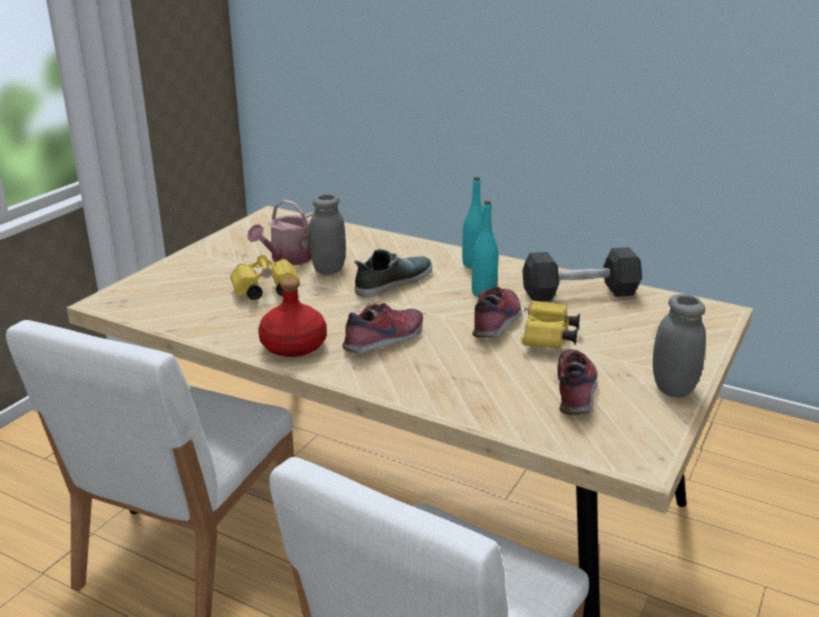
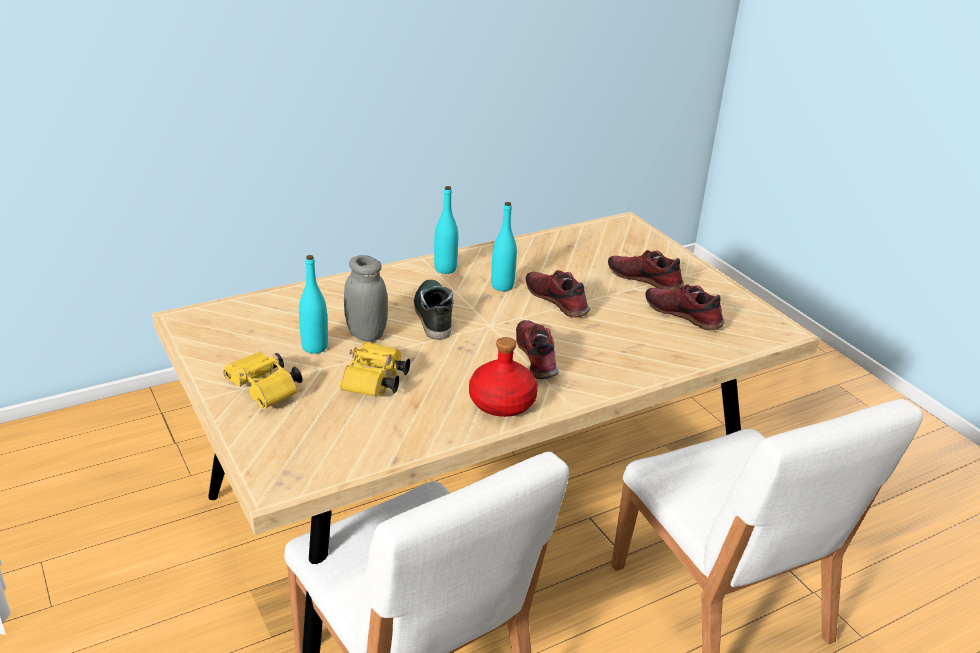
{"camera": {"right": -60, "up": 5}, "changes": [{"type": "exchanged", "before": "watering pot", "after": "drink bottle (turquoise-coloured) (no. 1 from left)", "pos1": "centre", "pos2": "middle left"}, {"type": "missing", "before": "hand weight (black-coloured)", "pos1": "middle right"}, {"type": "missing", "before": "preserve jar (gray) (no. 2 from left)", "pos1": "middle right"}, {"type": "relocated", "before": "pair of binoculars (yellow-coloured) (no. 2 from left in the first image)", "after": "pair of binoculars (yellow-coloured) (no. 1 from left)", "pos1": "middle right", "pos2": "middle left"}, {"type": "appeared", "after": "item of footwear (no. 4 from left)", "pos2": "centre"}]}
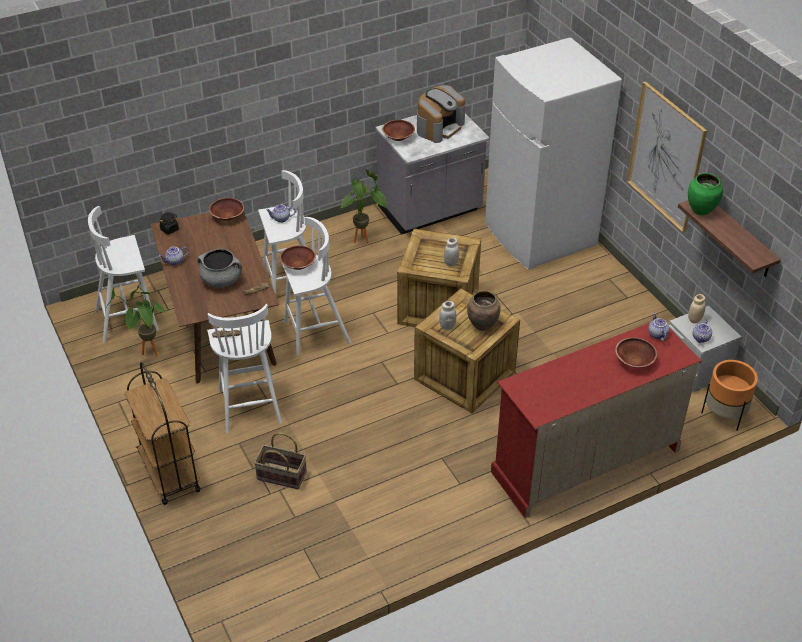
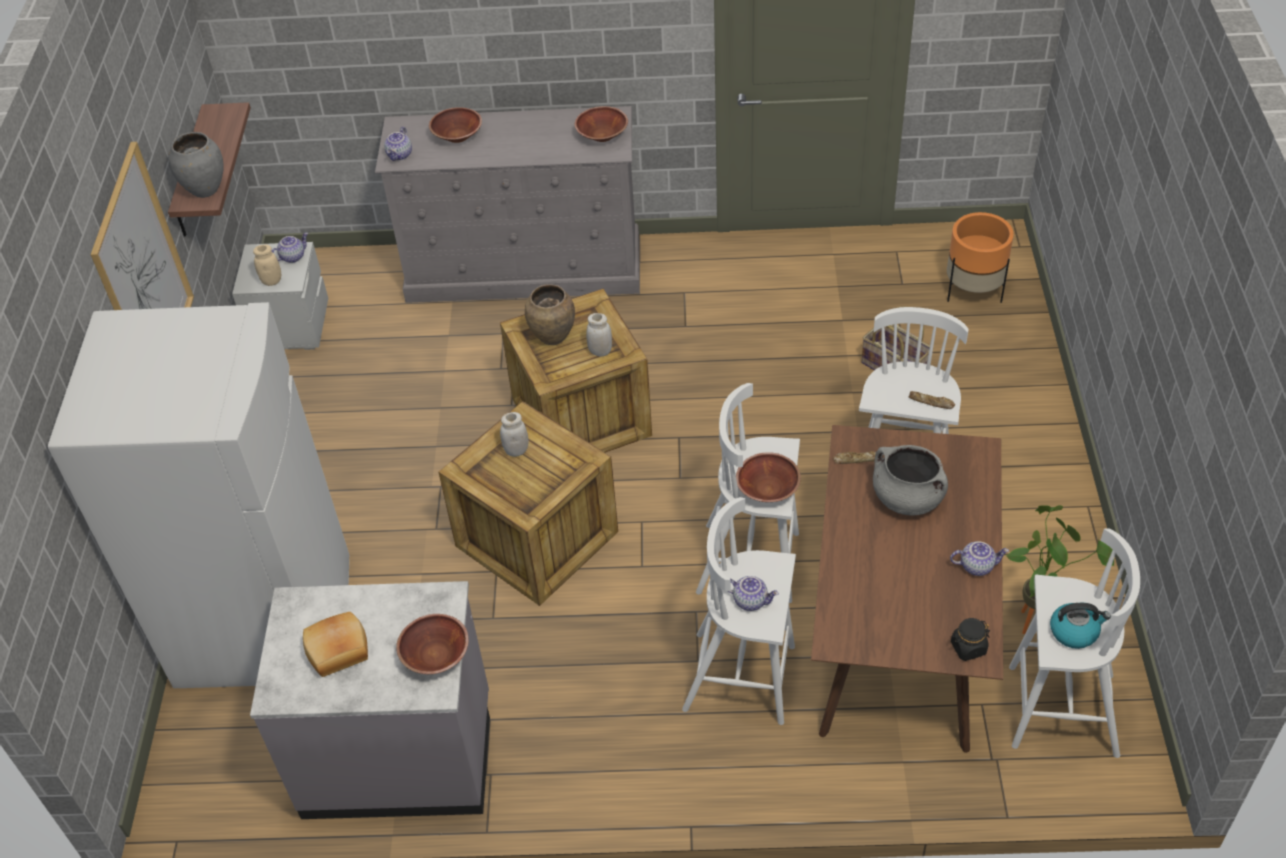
{"camera": {"right": -150, "up": 5}, "changes": [{"type": "exchanged", "before": "coffee machine", "after": "bread (no. 1 from left)", "pos1": "top centre", "pos2": "bottom left"}, {"type": "missing", "before": "plant in a pot (no. 2 from left)", "pos1": "top centre"}, {"type": "colour", "before": "vase (green)", "after": "vase (gray)", "pos1": "top right", "pos2": "top left"}, {"type": "relocated", "before": "deep dish (brownish) (no. 1 from left in the first image)", "after": "deep dish (brownish) (no. 3 from left)", "pos1": "top left", "pos2": "top centre"}, {"type": "colour", "before": "dresser (red-coloured)", "after": "dresser (gray)", "pos1": "middle right", "pos2": "top centre"}, {"type": "relocated", "before": "flower pot (orangey)", "pos1": "middle right", "pos2": "top right"}, {"type": "missing", "before": "trolley (brownish)", "pos1": "bottom left"}, {"type": "appeared", "after": "tea kettle", "pos2": "bottom right"}]}
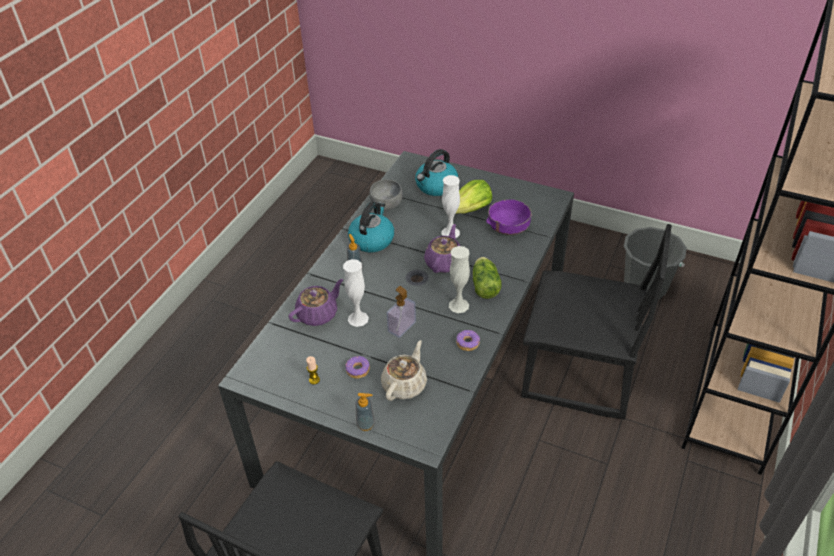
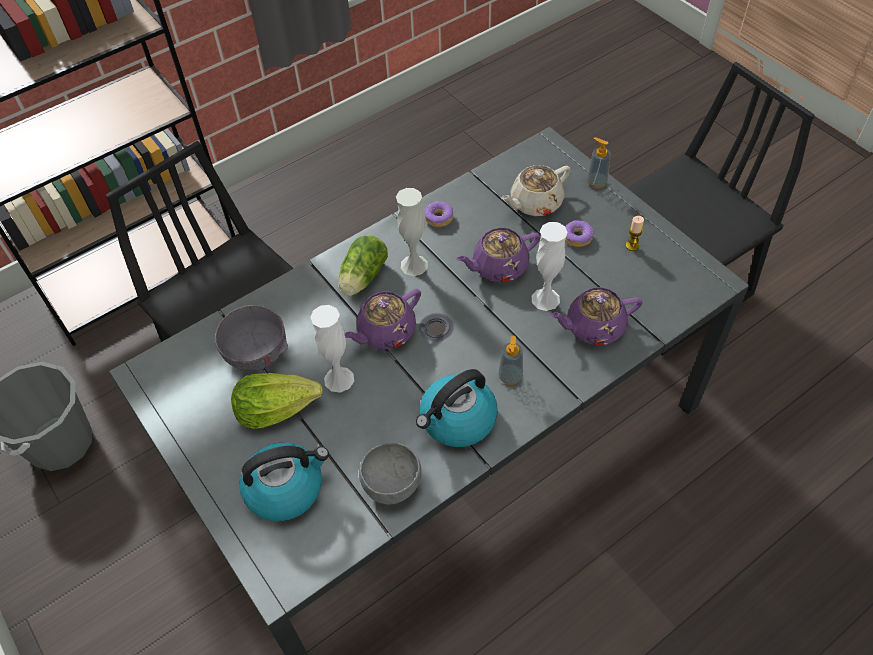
{"camera": {"right": -150, "up": 10}, "changes": [{"type": "colour", "before": "deep dish (purple)", "after": "deep dish (gray) (no. 1 from left)", "pos1": "centre", "pos2": "middle left"}, {"type": "exchanged", "before": "soap dispenser (no. 3 from left)", "after": "tea pot (purple) (no. 2 from left)", "pos1": "centre", "pos2": "centre"}]}
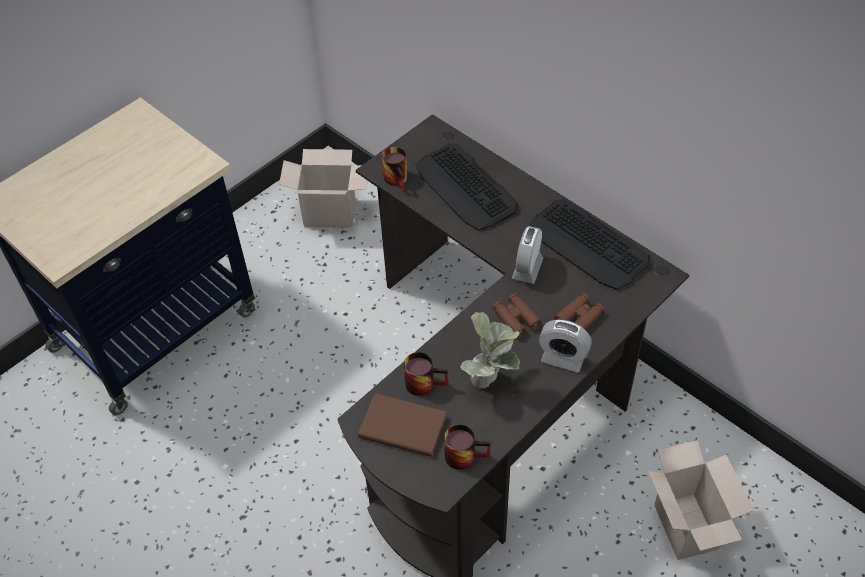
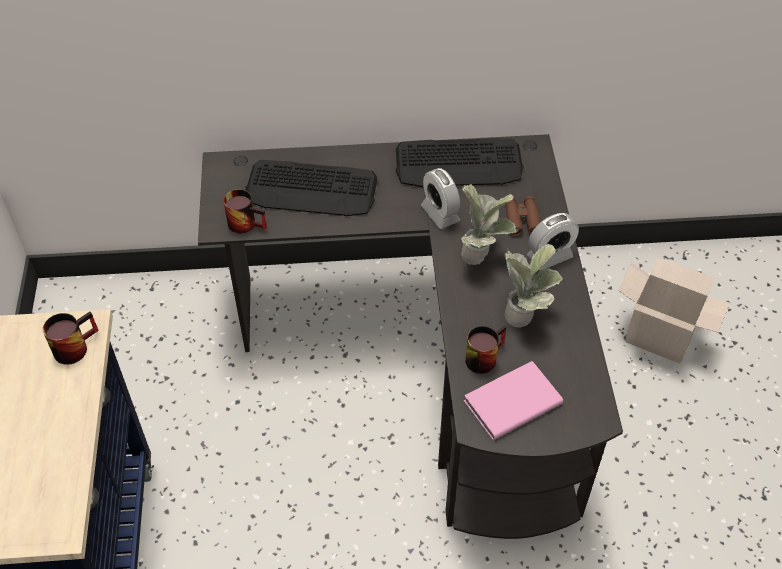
{"camera": {"right": -50, "up": 0}, "changes": [{"type": "missing", "before": "carton (no. 1 from left)", "pos1": "top centre"}, {"type": "exchanged", "before": "pair of binoculars (brownish) (no. 1 from left)", "after": "plant in a pot (no. 1 from left)", "pos1": "centre", "pos2": "centre"}, {"type": "colour", "before": "book (brownish)", "after": "book (pinkish)", "pos1": "bottom centre", "pos2": "bottom centre"}, {"type": "relocated", "before": "tea mug (no. 3 from left in the first image)", "after": "tea mug (no. 1 from left)", "pos1": "bottom centre", "pos2": "middle left"}]}
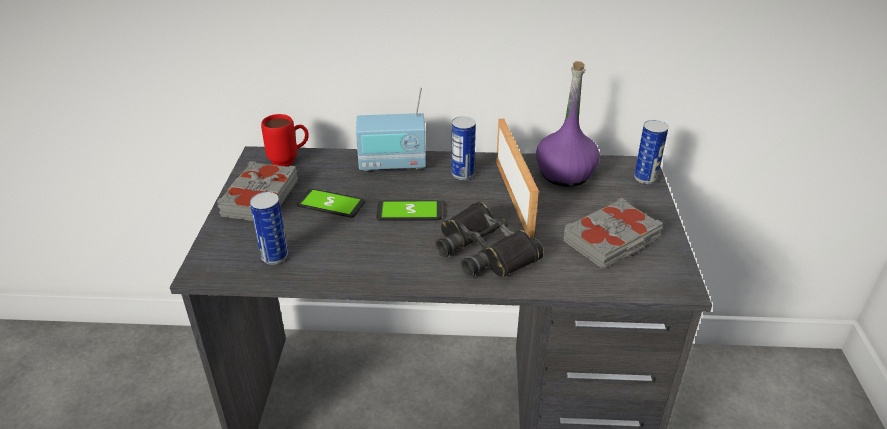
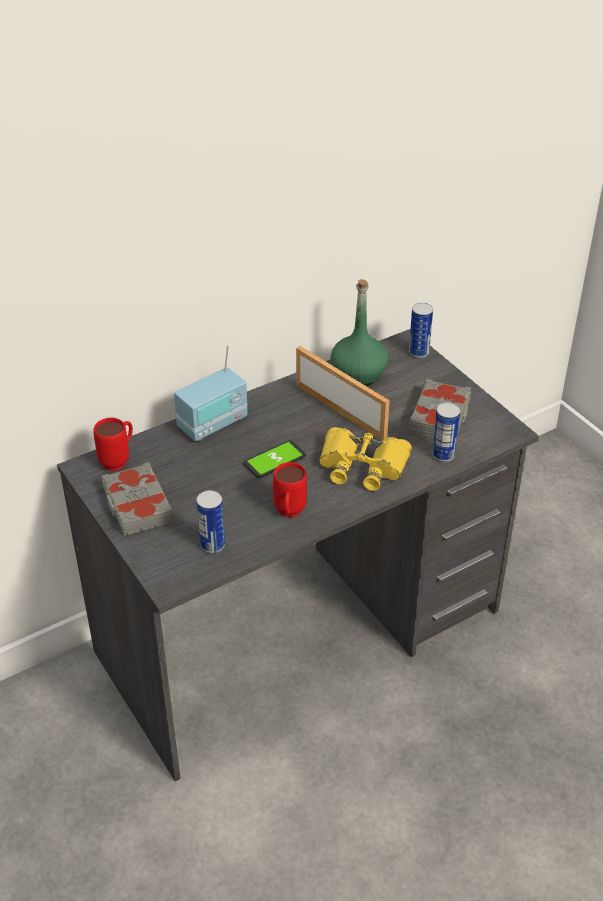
{"camera": {"right": -35, "up": 5}, "changes": [{"type": "colour", "before": "drink bottle (purple)", "after": "drink bottle (green)", "pos1": "top centre", "pos2": "centre"}, {"type": "relocated", "before": "can (no. 2 from left in the first image)", "after": "can (no. 3 from left)", "pos1": "centre", "pos2": "middle right"}, {"type": "missing", "before": "phone (no. 1 from left)", "pos1": "centre"}, {"type": "colour", "before": "pair of binoculars (black-coloured)", "after": "pair of binoculars (yellow-coloured)", "pos1": "centre", "pos2": "centre"}, {"type": "appeared", "after": "tea mug (red-coloured) (no. 2 from left)", "pos2": "centre"}]}
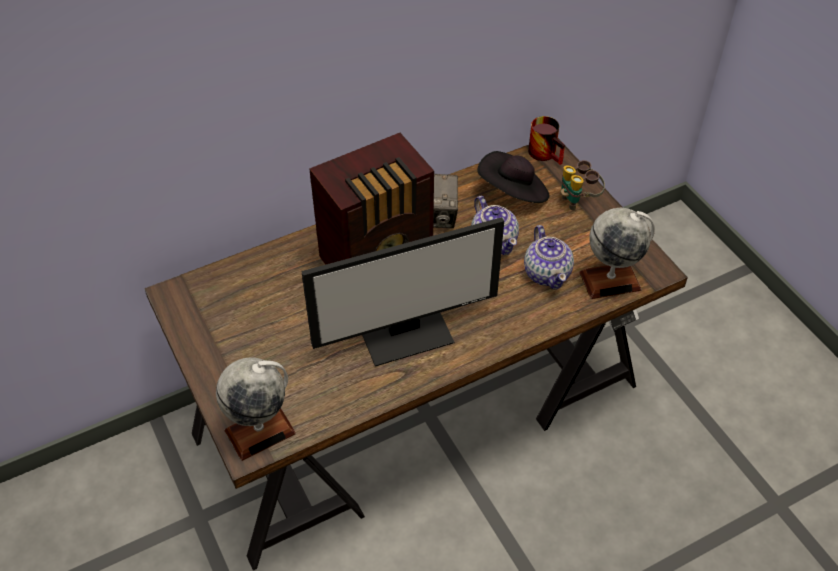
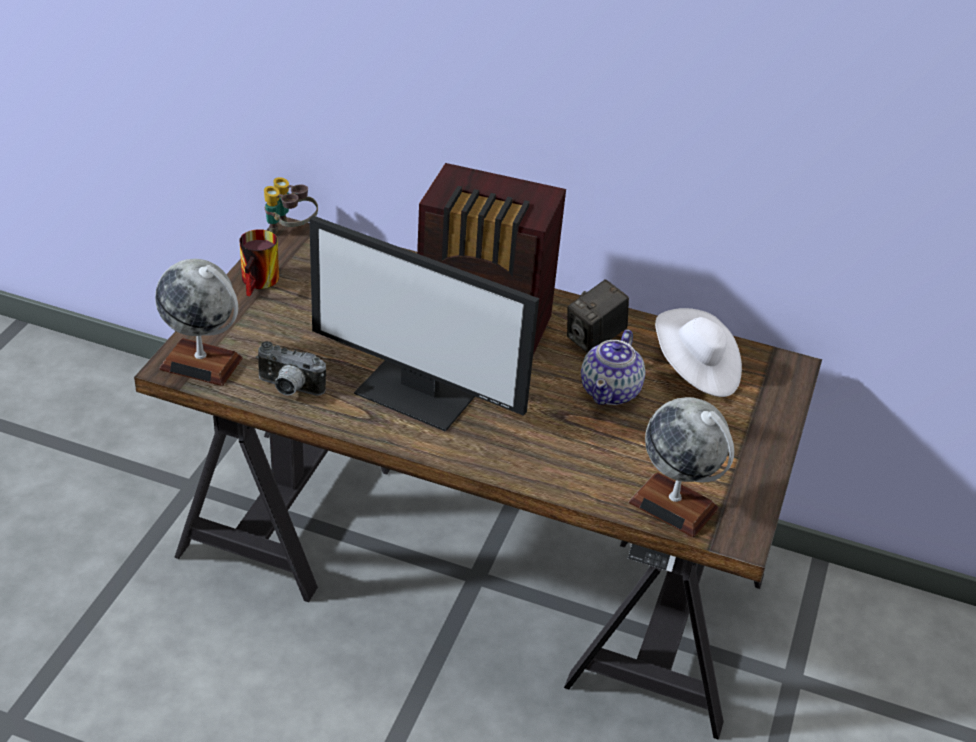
{"camera": {"right": 45, "up": -10}, "changes": [{"type": "relocated", "before": "tea mug", "pos1": "top centre", "pos2": "middle left"}, {"type": "colour", "before": "clothing hat (black-coloured)", "after": "clothing hat (whitish)", "pos1": "top centre", "pos2": "middle right"}, {"type": "relocated", "before": "pair of binoculars", "pos1": "top right", "pos2": "top left"}, {"type": "missing", "before": "tea pot (no. 2 from left)", "pos1": "centre"}, {"type": "appeared", "after": "still camera (no. 1 from left)", "pos2": "middle left"}]}
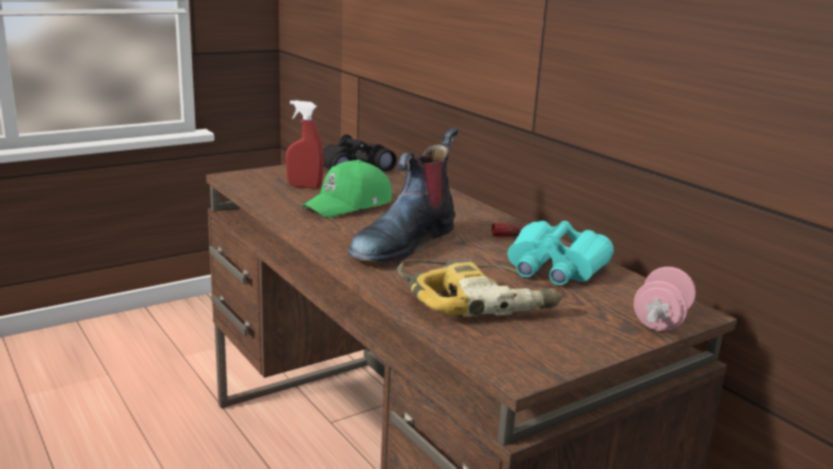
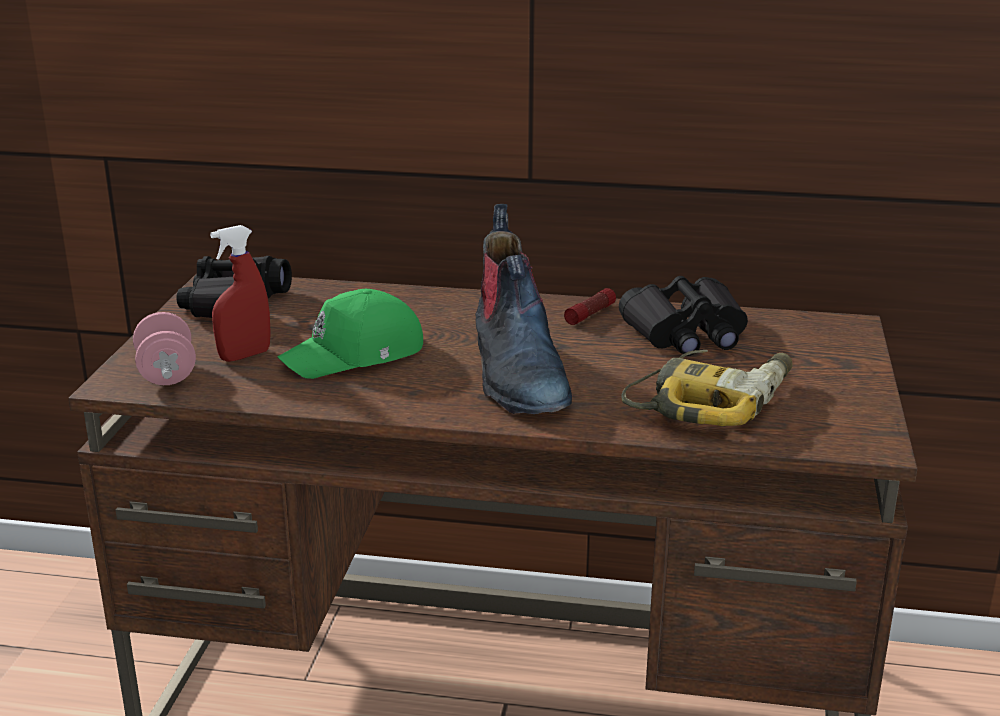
{"camera": {"right": -45, "up": 5}, "changes": [{"type": "spun", "before": "baseball cap (green)", "pos1": "centre", "pos2": "centre", "turn": 60}, {"type": "colour", "before": "pair of binoculars (turquoise-coloured)", "after": "pair of binoculars (black-coloured) (no. 2 from left)", "pos1": "middle right", "pos2": "middle right"}, {"type": "relocated", "before": "hand weight (pinkish)", "pos1": "middle right", "pos2": "middle left"}]}
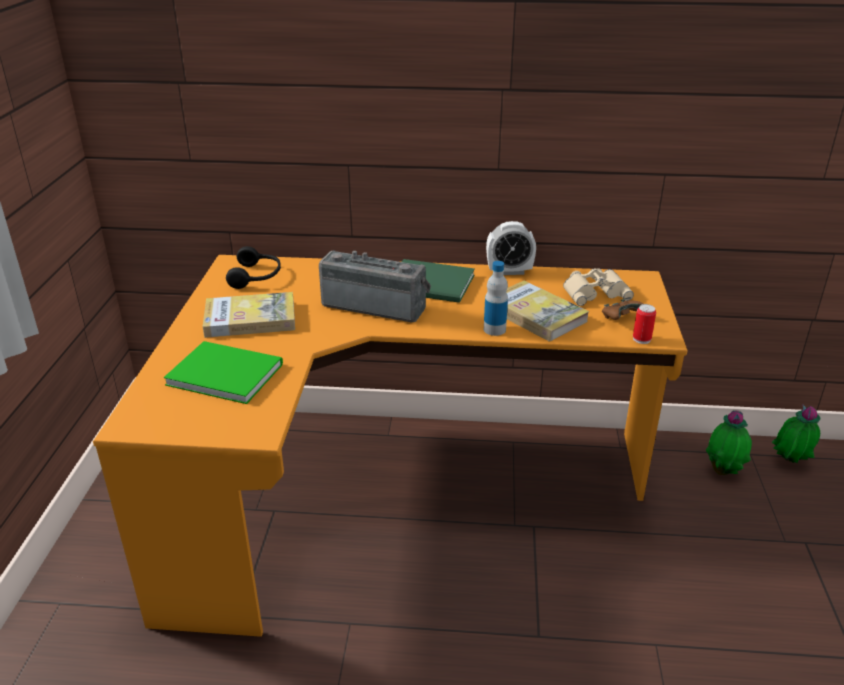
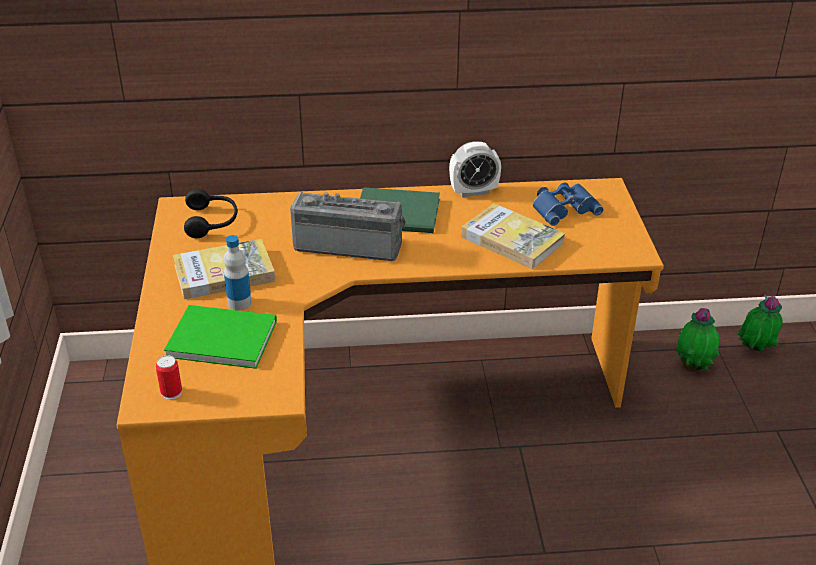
{"camera": {"right": -10, "up": 5}, "changes": [{"type": "relocated", "before": "drink bottle", "pos1": "centre", "pos2": "middle left"}, {"type": "colour", "before": "pair of binoculars (beige)", "after": "pair of binoculars (blue)", "pos1": "middle right", "pos2": "middle right"}, {"type": "missing", "before": "gamepad (brownish)", "pos1": "middle right"}, {"type": "relocated", "before": "can", "pos1": "middle right", "pos2": "bottom left"}]}
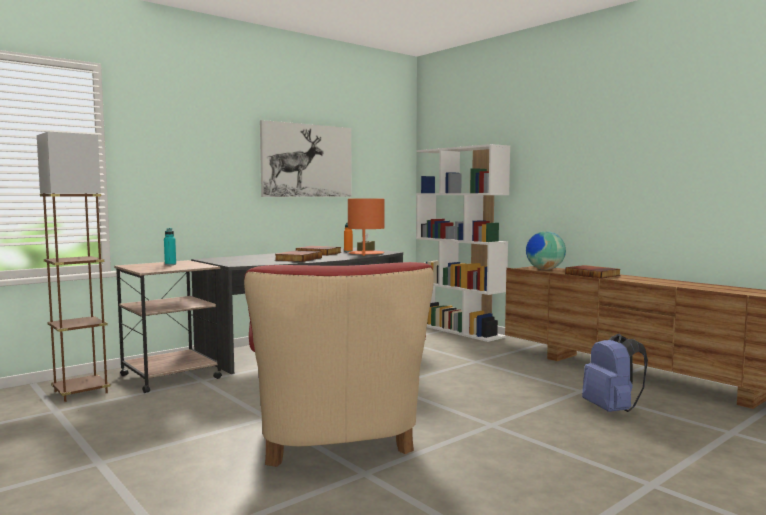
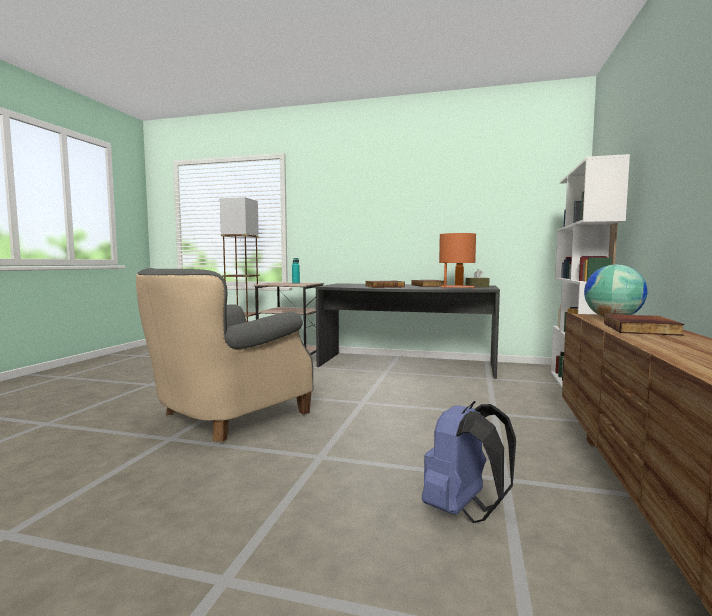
{"camera": {"right": 55, "up": 0}, "changes": [{"type": "missing", "before": "picture", "pos1": "top centre"}, {"type": "colour", "before": "armchair (red-coloured)", "after": "armchair (gray)", "pos1": "bottom centre", "pos2": "middle left"}]}
